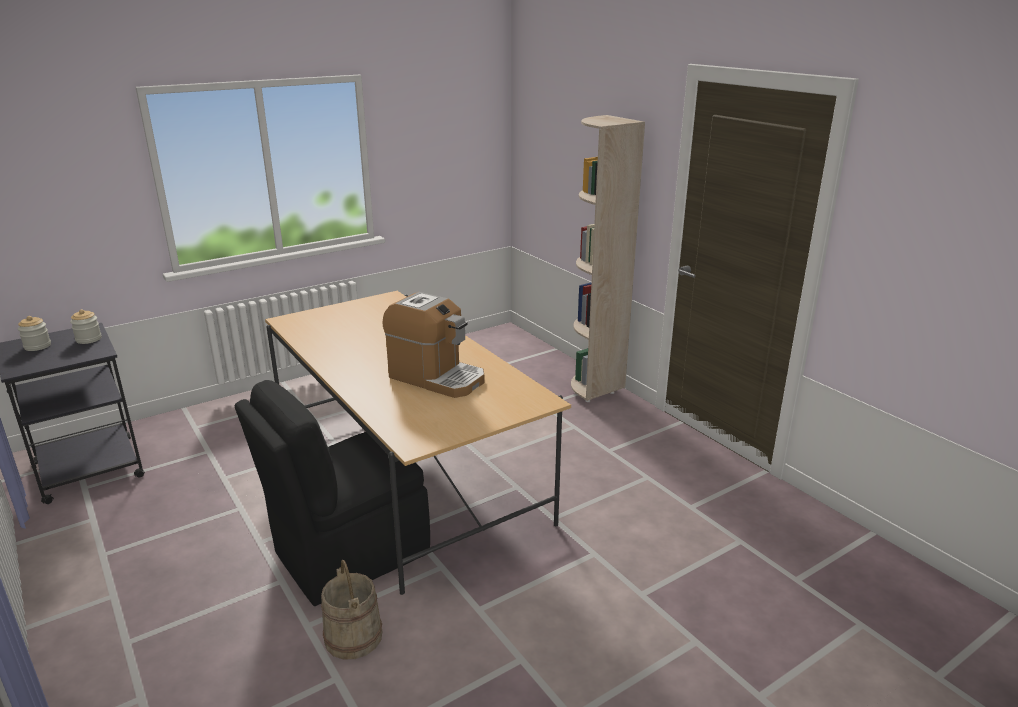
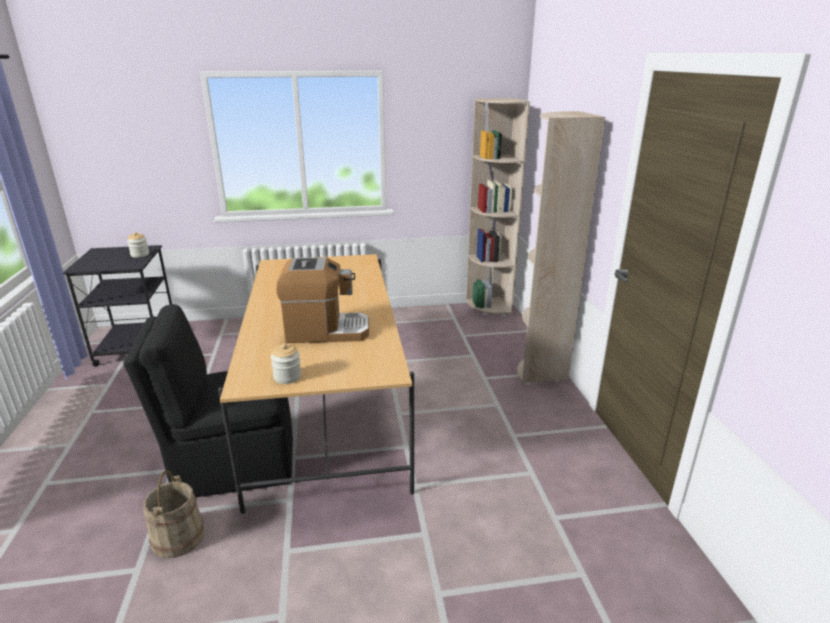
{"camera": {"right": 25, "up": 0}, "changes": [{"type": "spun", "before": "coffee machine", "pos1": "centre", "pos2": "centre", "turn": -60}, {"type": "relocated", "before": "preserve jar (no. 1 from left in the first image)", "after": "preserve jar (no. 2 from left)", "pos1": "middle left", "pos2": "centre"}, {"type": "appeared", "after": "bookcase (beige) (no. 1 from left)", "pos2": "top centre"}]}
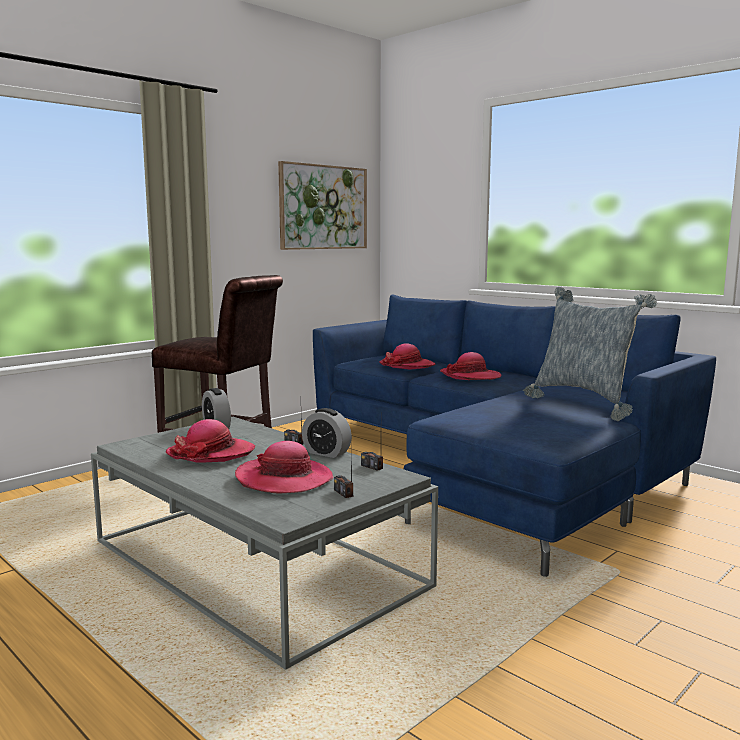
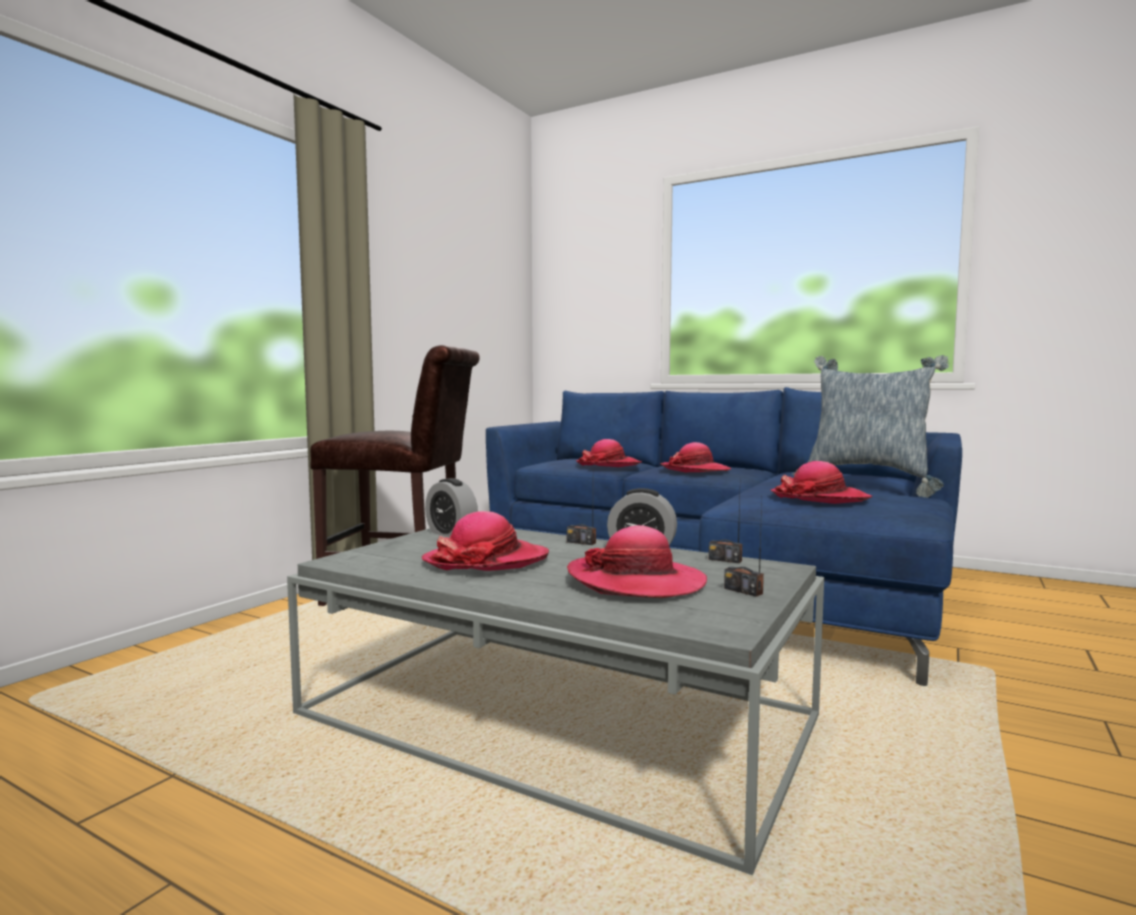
{"camera": {"right": -15, "up": -5}, "changes": [{"type": "missing", "before": "picture", "pos1": "top centre"}, {"type": "appeared", "after": "clothing hat (no. 5 from left)", "pos2": "middle right"}]}
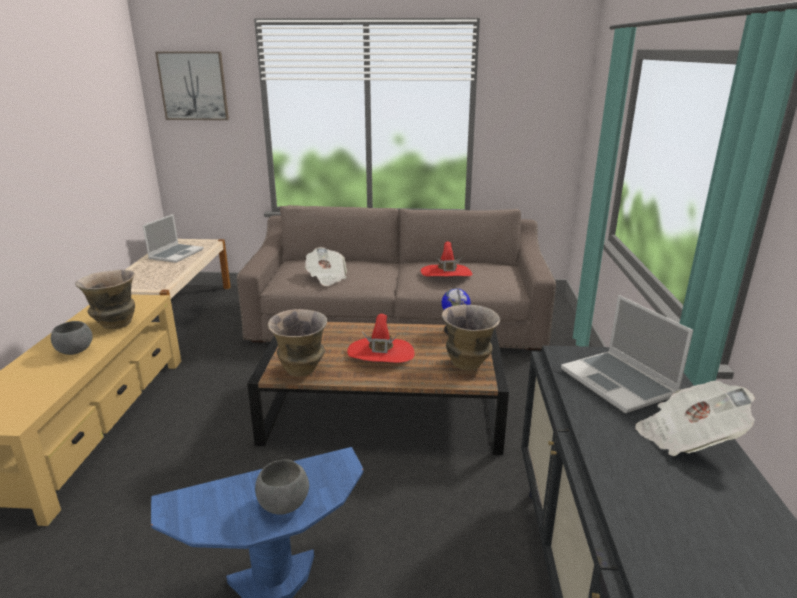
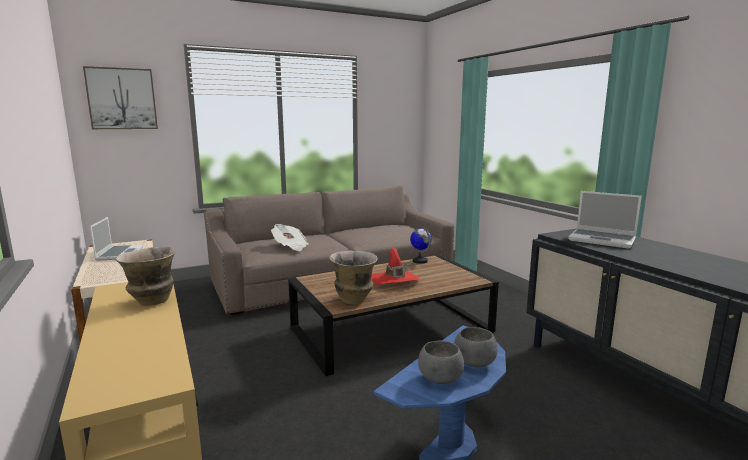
{"camera": {"right": -30, "up": -10}, "changes": [{"type": "missing", "before": "clothing hat (red-coloured) (no. 2 from left)", "pos1": "centre"}, {"type": "missing", "before": "vase (no. 3 from left)", "pos1": "centre"}, {"type": "relocated", "before": "deep dish (gray) (no. 1 from left)", "pos1": "middle left", "pos2": "bottom centre"}, {"type": "missing", "before": "printed paper (no. 2 from left)", "pos1": "bottom right"}]}
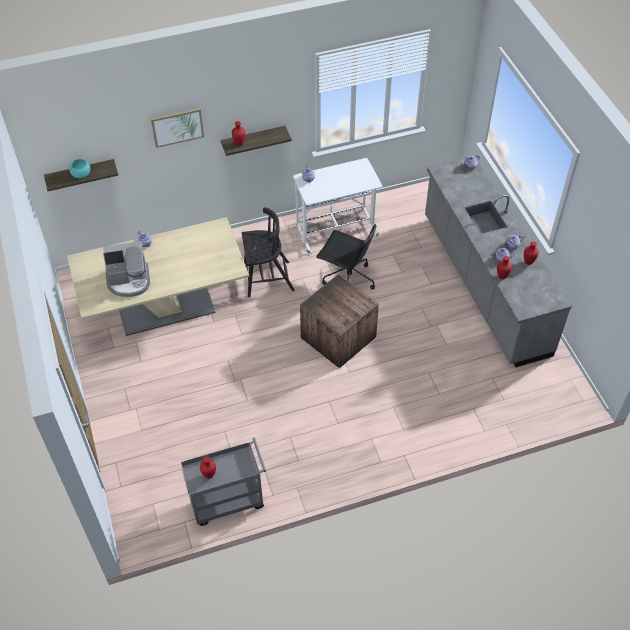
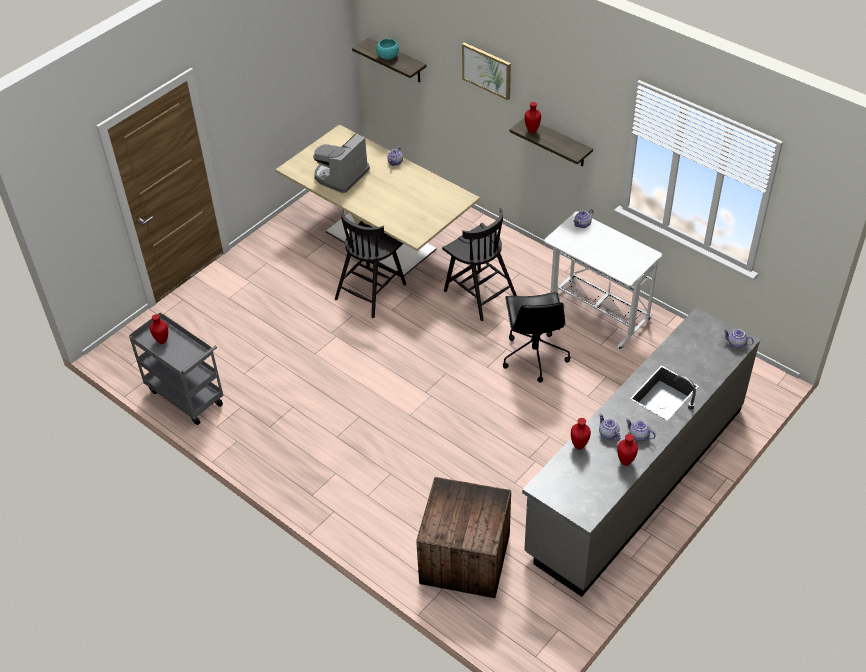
{"camera": {"right": 60, "up": -5}, "changes": [{"type": "spun", "before": "coffee machine", "pos1": "middle left", "pos2": "top centre", "turn": 75}, {"type": "relocated", "before": "crate", "pos1": "centre", "pos2": "bottom centre"}, {"type": "appeared", "after": "upright chair (black-coloured) (no. 1 from left)", "pos2": "centre"}]}
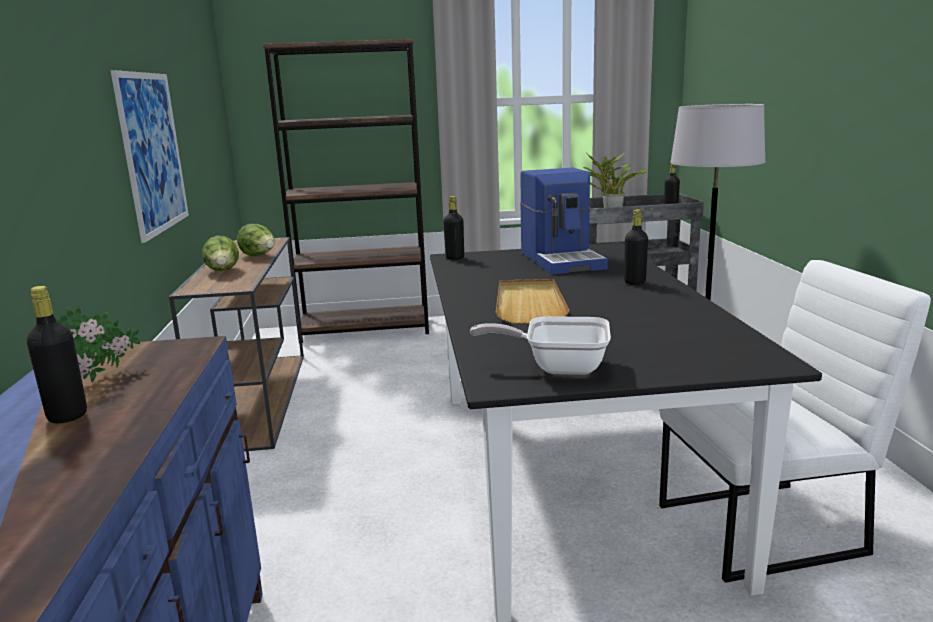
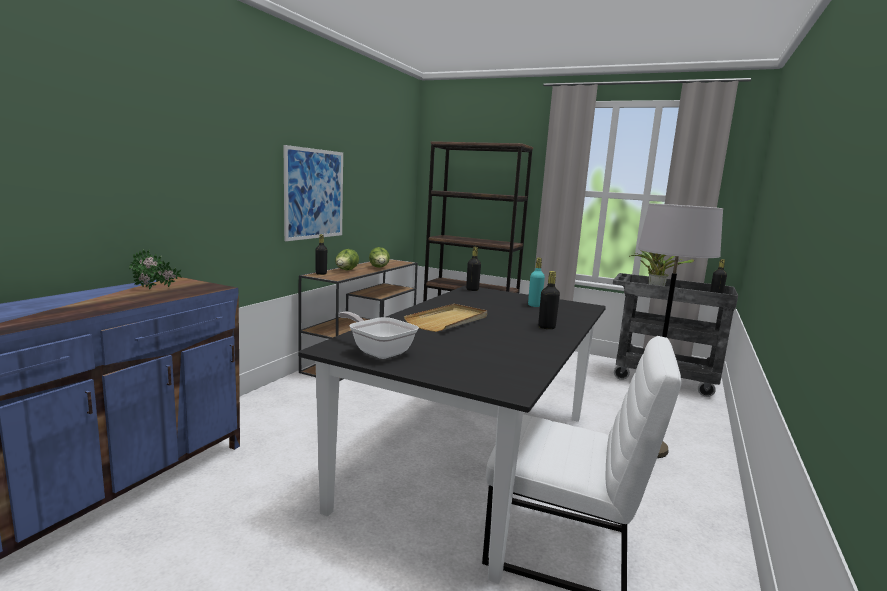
{"camera": {"right": 30, "up": -5}, "changes": [{"type": "exchanged", "before": "coffee machine", "after": "drink bottle (turquoise-coloured)", "pos1": "centre", "pos2": "centre"}, {"type": "relocated", "before": "drink bottle (black-coloured) (no. 1 from left)", "pos1": "middle left", "pos2": "centre"}]}
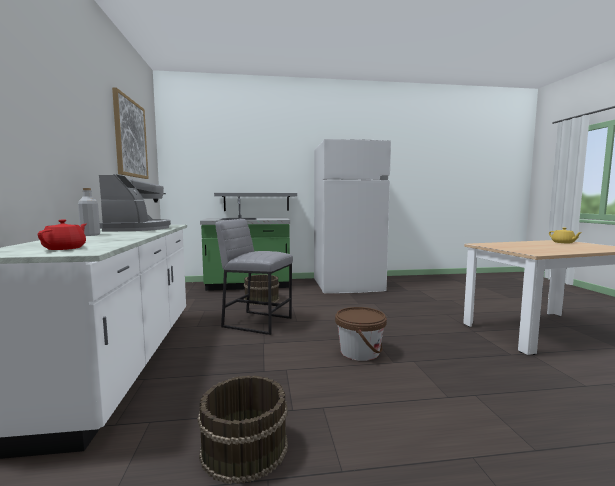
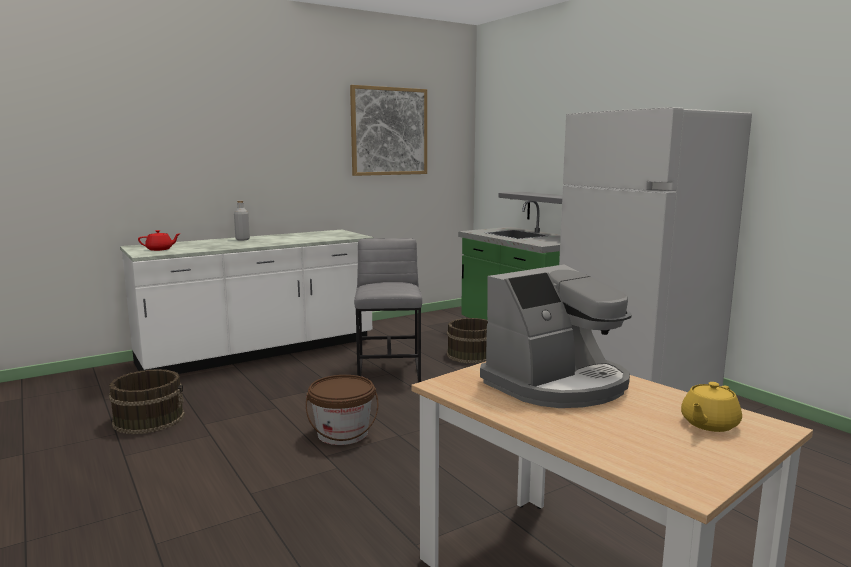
{"camera": {"right": 65, "up": 5}, "changes": [{"type": "relocated", "before": "coffee machine", "pos1": "middle left", "pos2": "centre"}]}
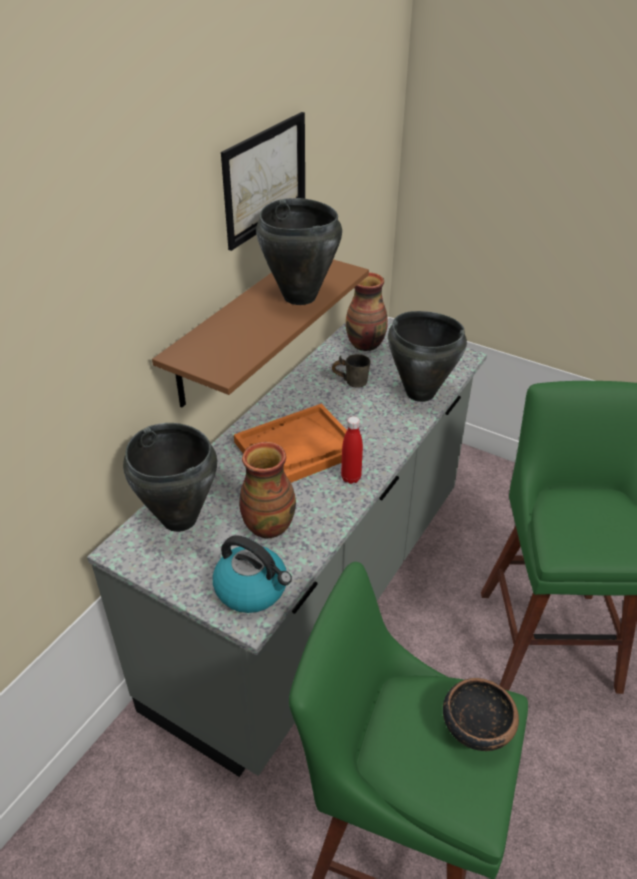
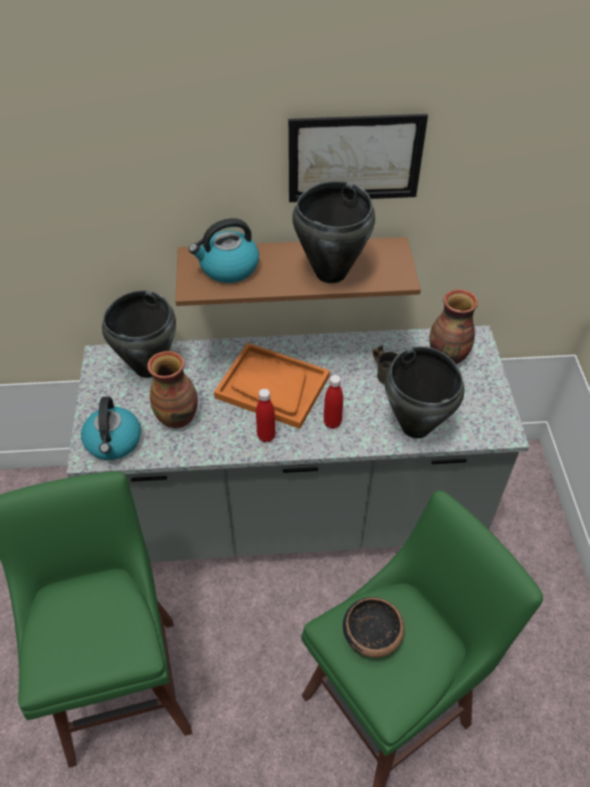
{"camera": {"right": 55, "up": 10}, "changes": [{"type": "relocated", "before": "deep dish", "pos1": "bottom right", "pos2": "bottom centre"}, {"type": "appeared", "after": "tea kettle (no. 2 from left)", "pos2": "top centre"}, {"type": "appeared", "after": "drink bottle (red-coloured) (no. 2 from left)", "pos2": "centre"}]}
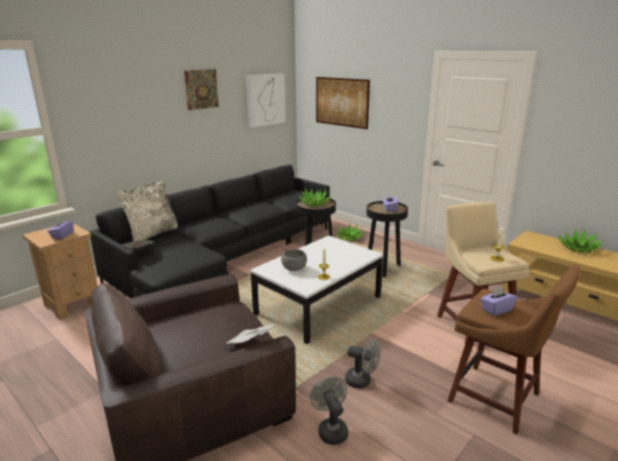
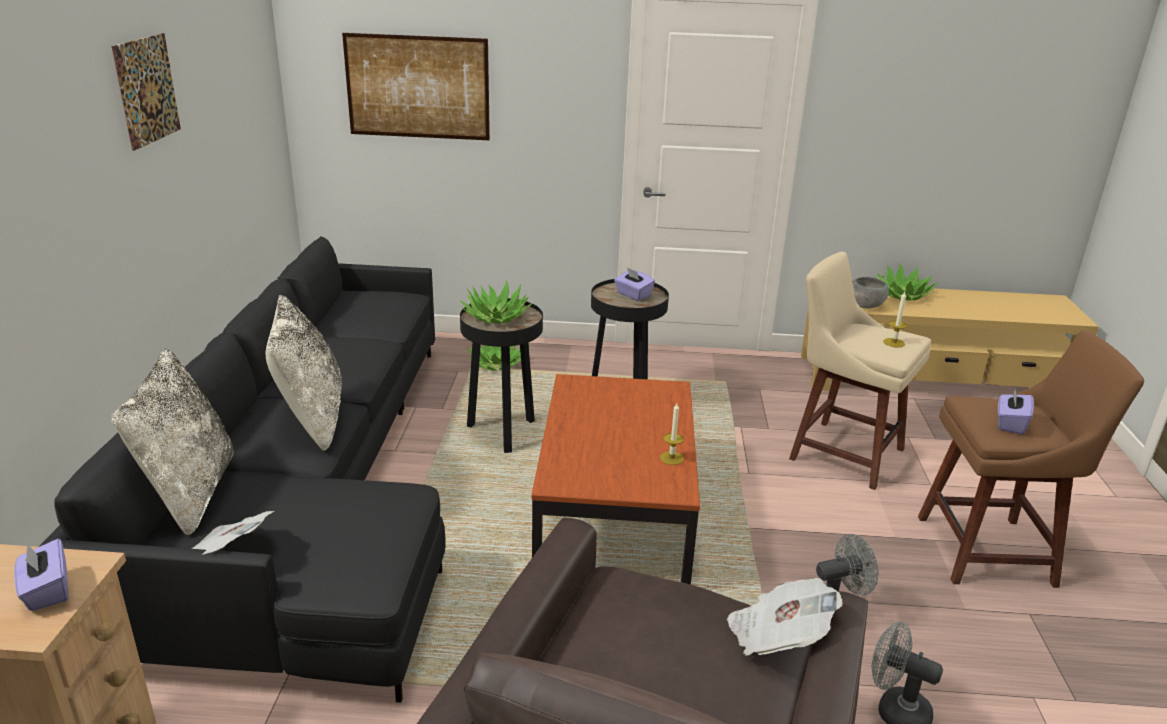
{"camera": {"right": -40, "up": 5}, "changes": [{"type": "missing", "before": "picture (no. 2 from left)", "pos1": "top centre"}, {"type": "colour", "before": "coffee table (whitish)", "after": "coffee table (brownish)", "pos1": "centre", "pos2": "centre"}, {"type": "relocated", "before": "deep dish (gray)", "pos1": "centre", "pos2": "middle right"}, {"type": "appeared", "after": "pillow (beige) (no. 2 from left)", "pos2": "middle left"}]}
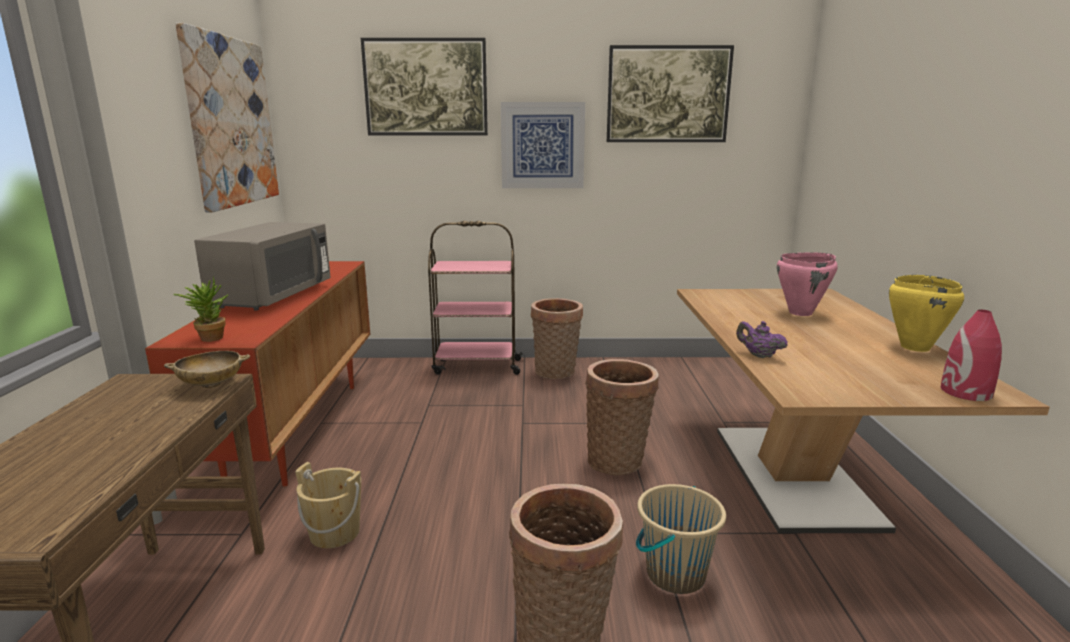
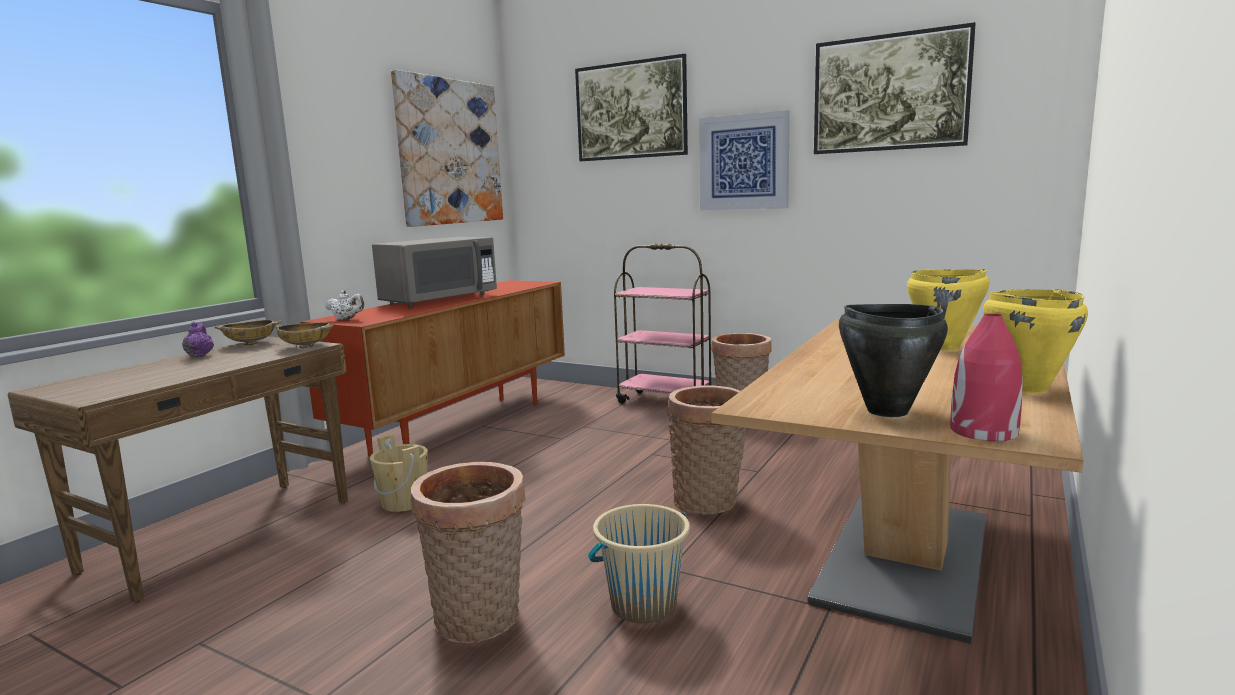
{"camera": {"right": 30, "up": -5}, "changes": [{"type": "colour", "before": "stockpot (pinkish)", "after": "stockpot (yellow-coloured) (no. 1 from left)", "pos1": "middle right", "pos2": "middle right"}, {"type": "exchanged", "before": "plant in a pot", "after": "tea pot (whitish)", "pos1": "middle left", "pos2": "middle left"}, {"type": "relocated", "before": "tea pot (purple)", "pos1": "middle right", "pos2": "middle left"}, {"type": "appeared", "after": "stockpot (black-coloured)", "pos2": "middle right"}, {"type": "appeared", "after": "deep dish (beige) (no. 1 from left)", "pos2": "middle left"}]}
